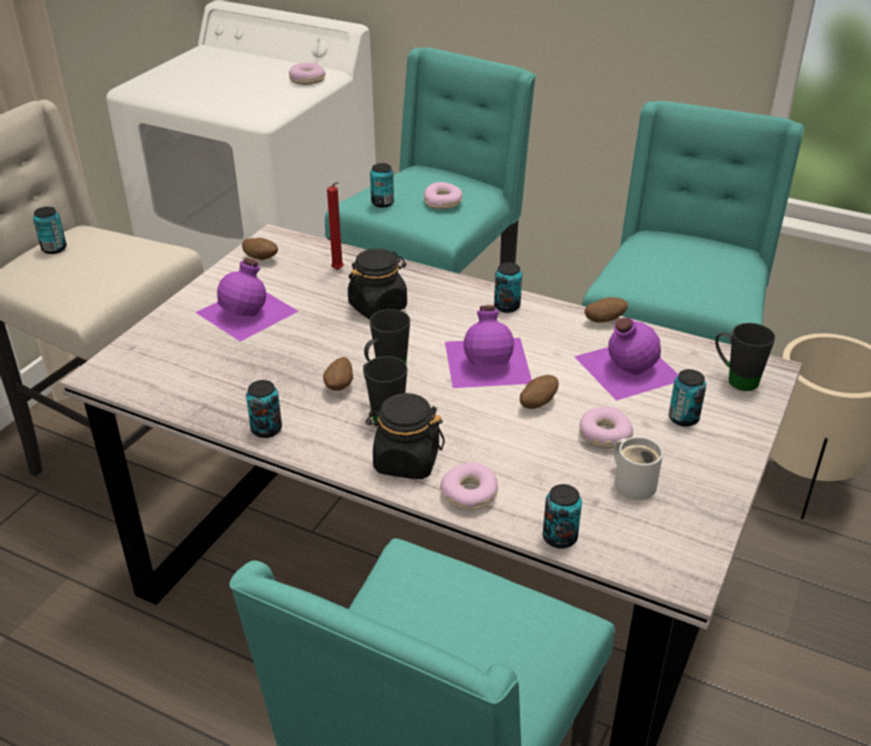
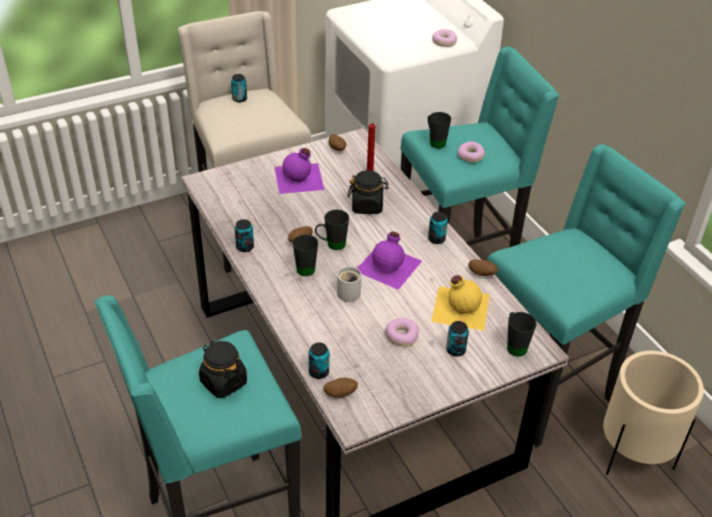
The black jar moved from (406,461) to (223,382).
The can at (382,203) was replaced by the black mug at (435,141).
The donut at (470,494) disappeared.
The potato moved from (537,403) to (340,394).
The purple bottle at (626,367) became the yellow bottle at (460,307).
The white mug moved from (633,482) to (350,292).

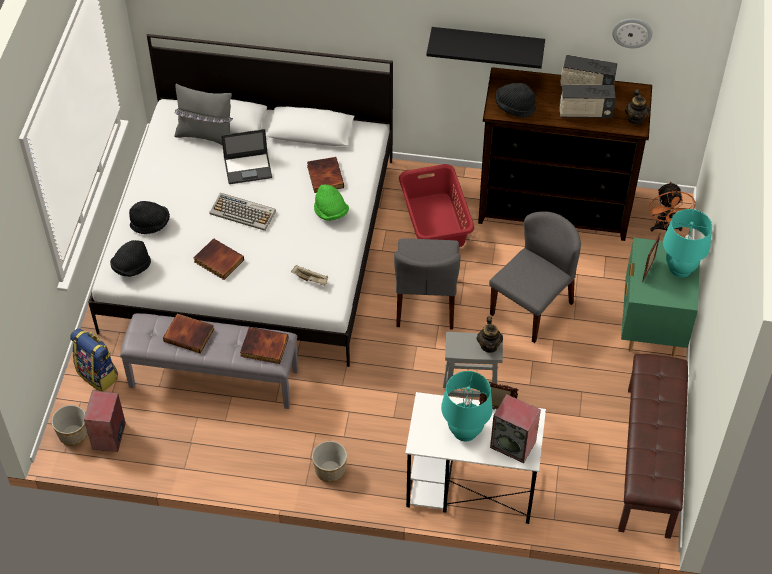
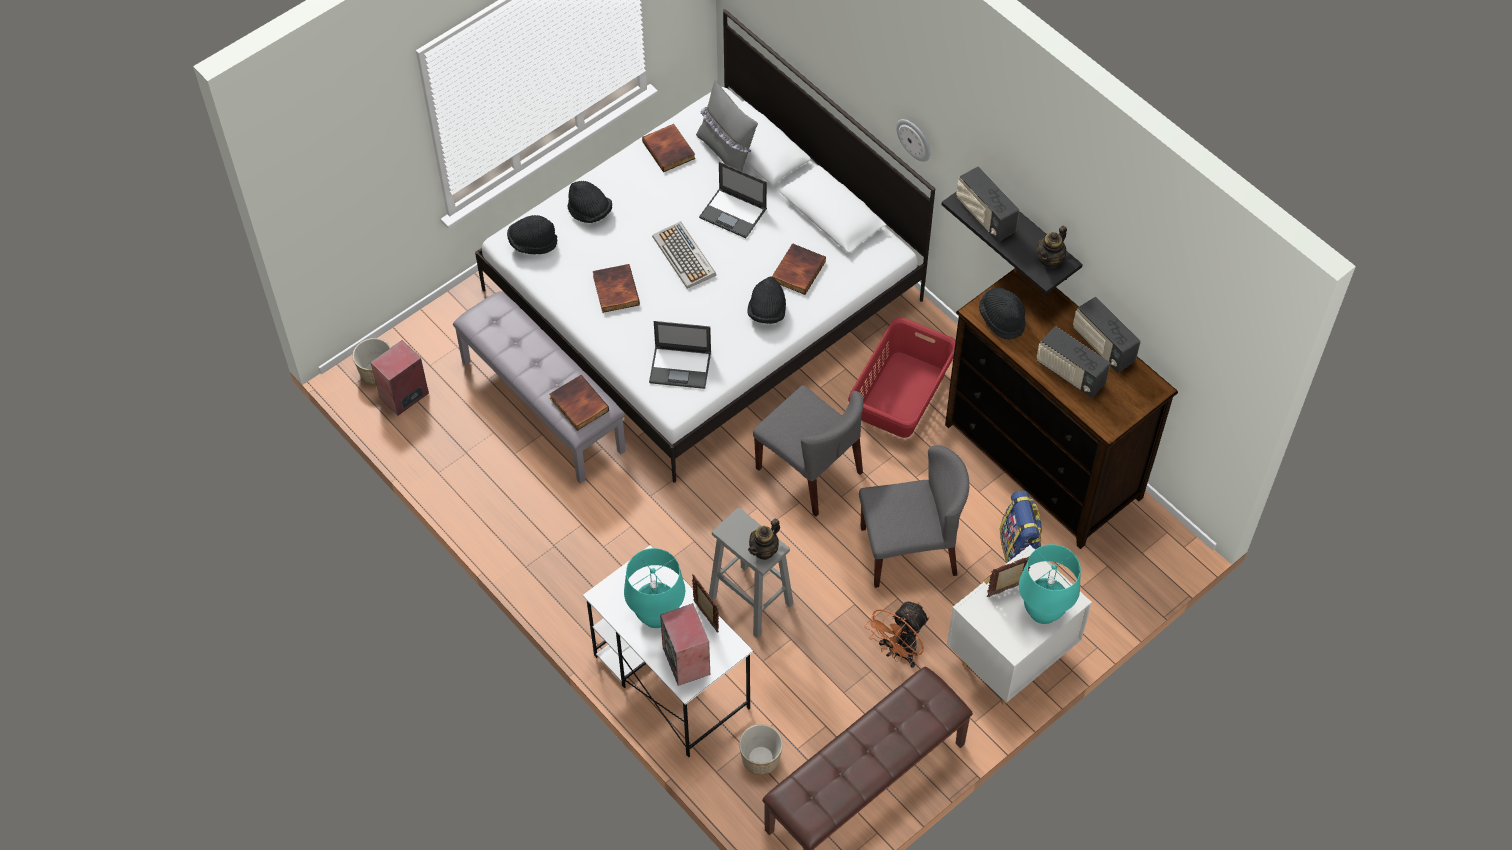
The backpack moved from (98,375) to (1019,549).
The book moved from (189,334) to (670,150).
The beige tray at (310,279) was replaced by the laptop at (681,367).
The planter moved from (330,470) to (760,759).
The green hat at (330,212) became the black hat at (767,312).
The grey chair at (426,302) turned 90 degrees counterclockwise.
The wall clock moved from (632,32) to (914,139).
The green nightstand at (651,329) became the white nightstand at (1010,660).
The teapot moved from (635,118) to (1050,259).
The orange fan moved from (665,228) to (898,652).
The radio at (985,217) appeared.

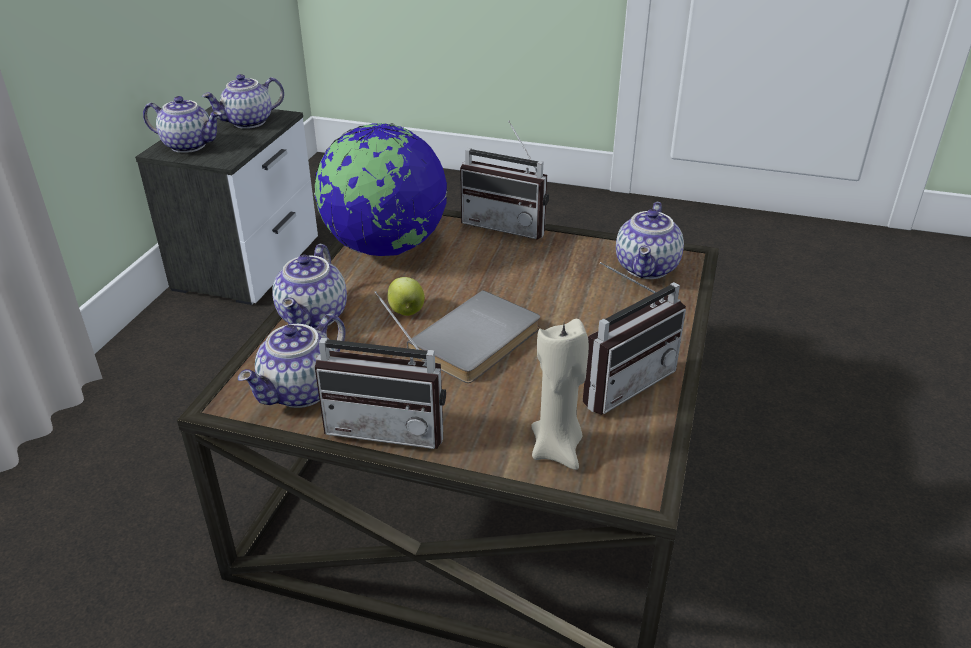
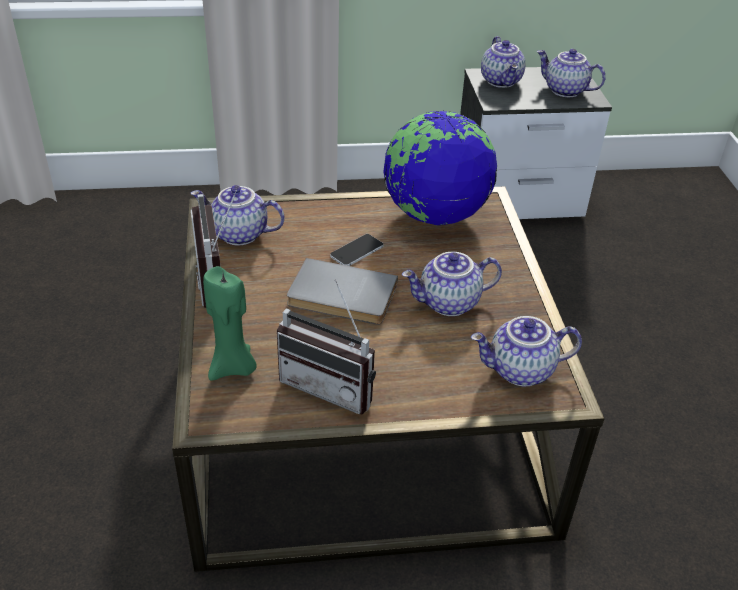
The teapot moved from (314,317) to (449,304).
The apple at (406,312) was replaced by the phone at (357,251).
The radio at (507,225) disappeared.
The beige candle at (557,449) became the green candle at (233,368).

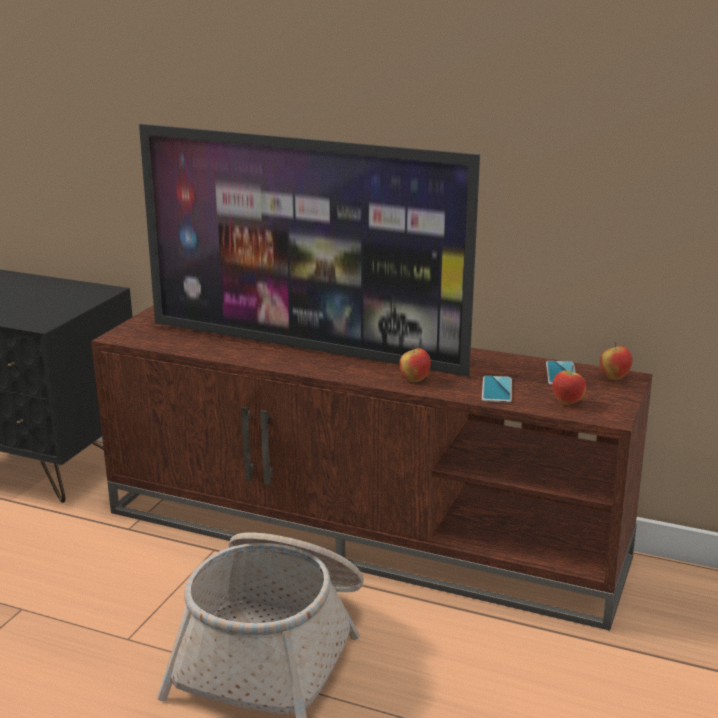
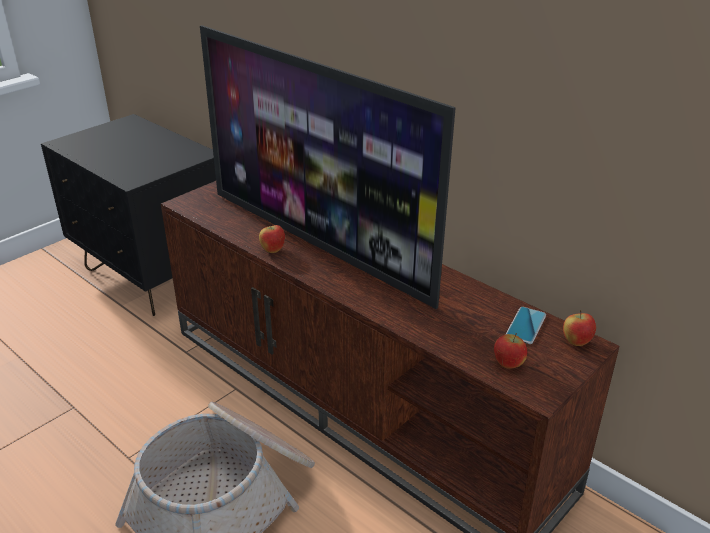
The apple moved from (414,380) to (273,250).
The phone at (497,390) disappeared.

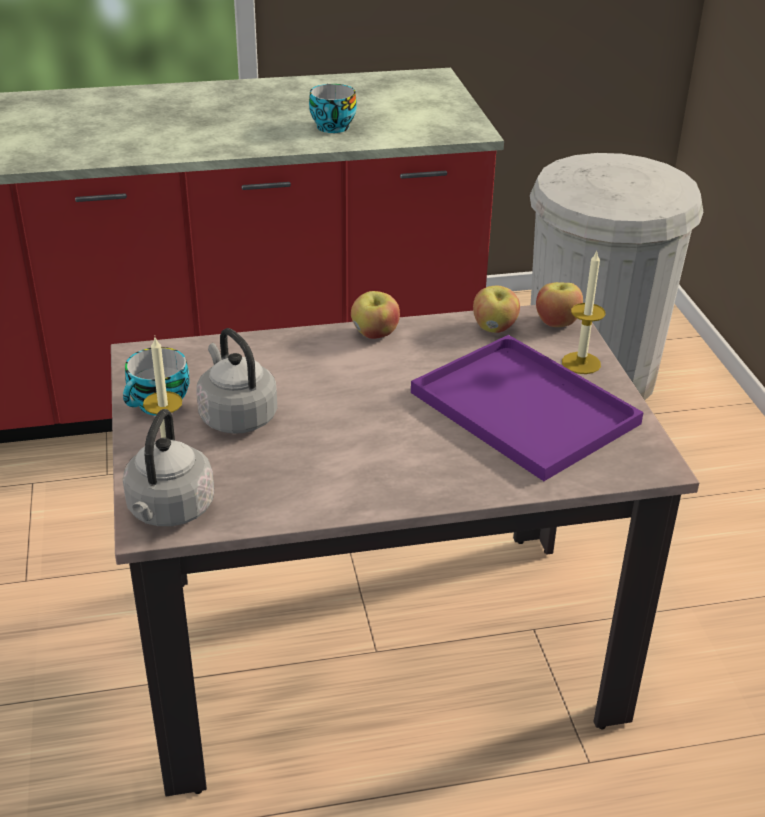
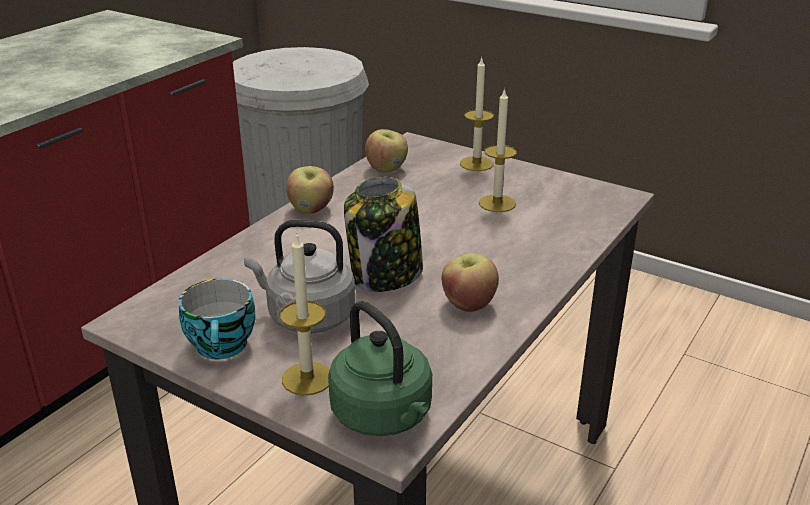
The grey kettle at (169,511) became the green kettle at (384,416).
The cup at (330,126) disappeared.
The purple tray at (528,409) was replaced by the candle at (497,203).
The apple moved from (557,322) to (468,303).
The jar at (385,275) appeared.

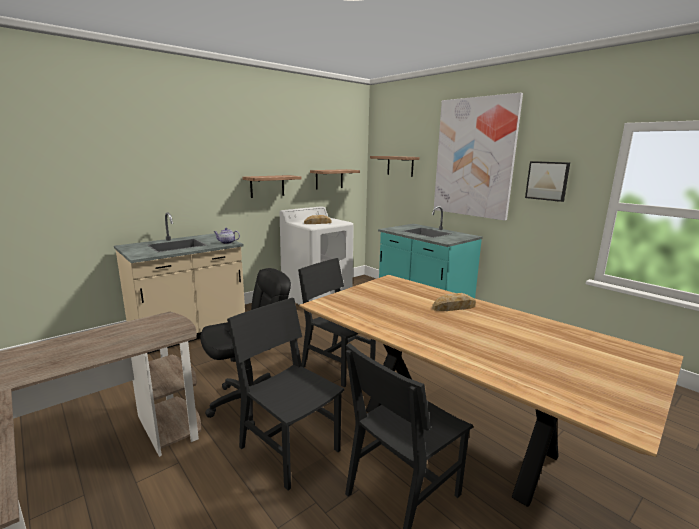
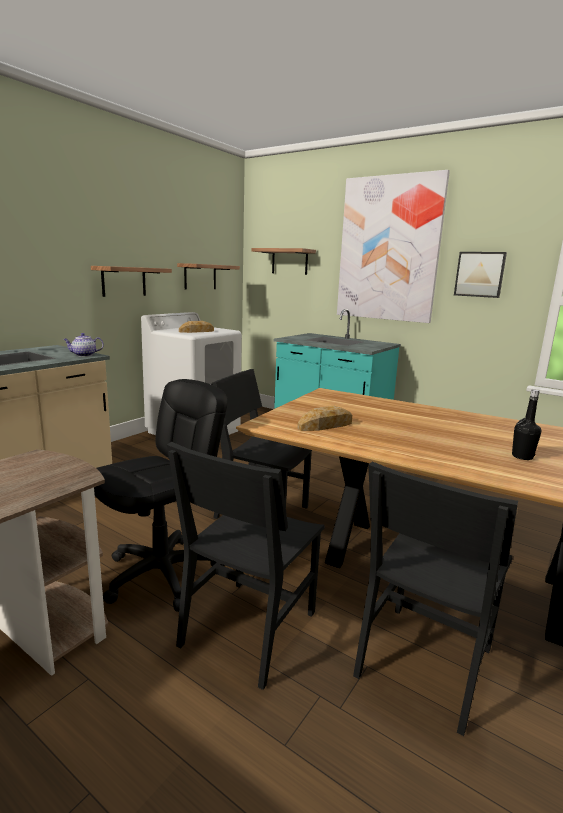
The black chair at (289,448) turned 90 degrees counterclockwise.
The bread moved from (454,307) to (325,425).
The black bottle at (522,456) appeared.

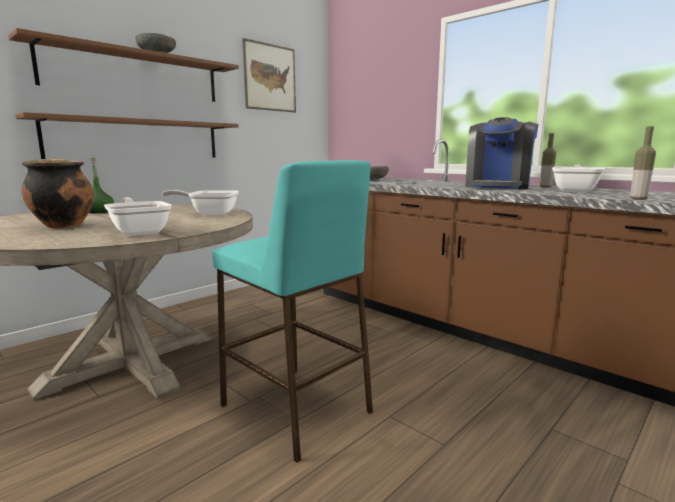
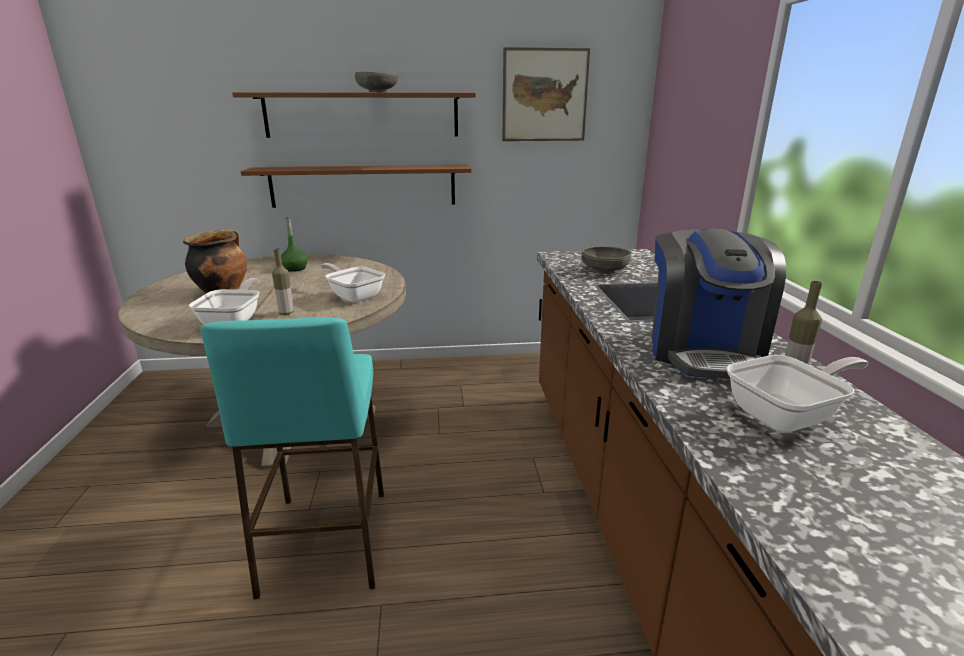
The coffee machine at (497,187) turned 60 degrees counterclockwise.
The bottle moved from (638,199) to (286,313).

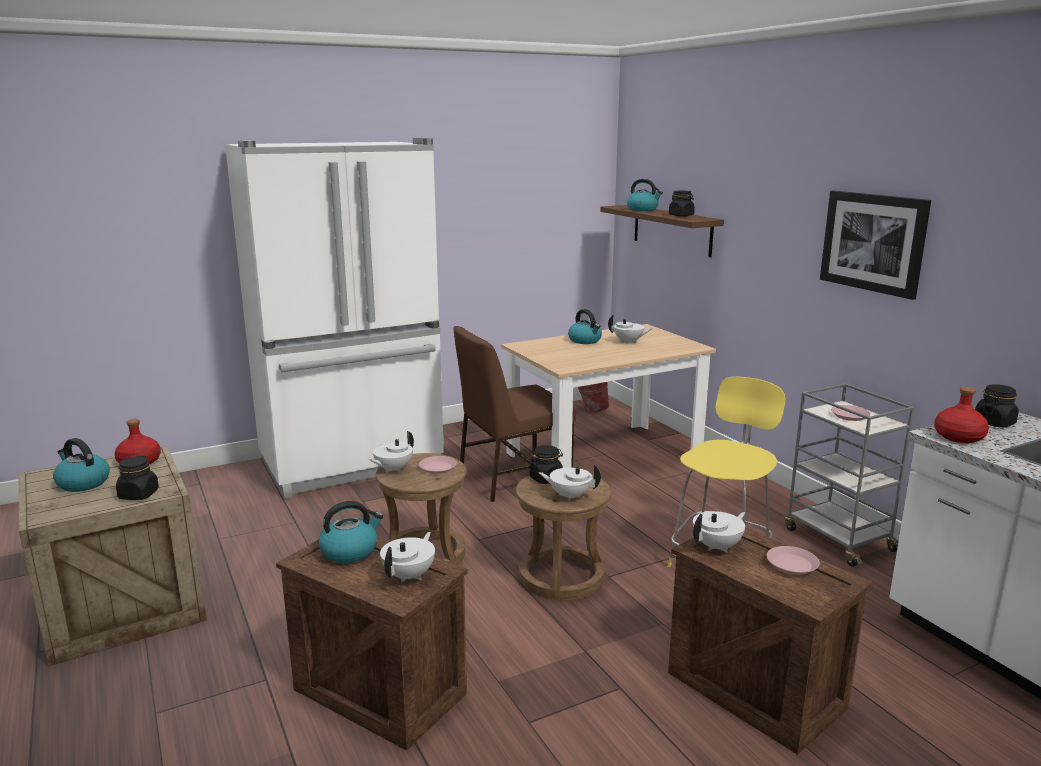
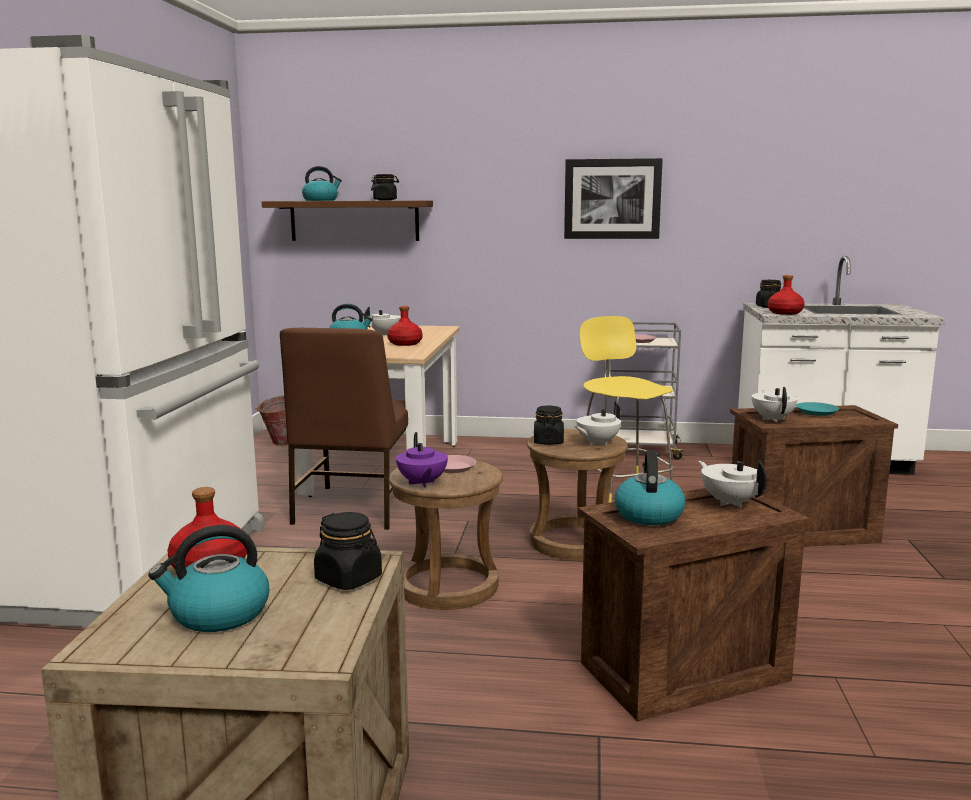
The white teapot at (393,469) became the purple teapot at (422,483).
The pink plate at (792,564) became the turquoise plate at (817,412).
The red bottle at (405,343) appeared.

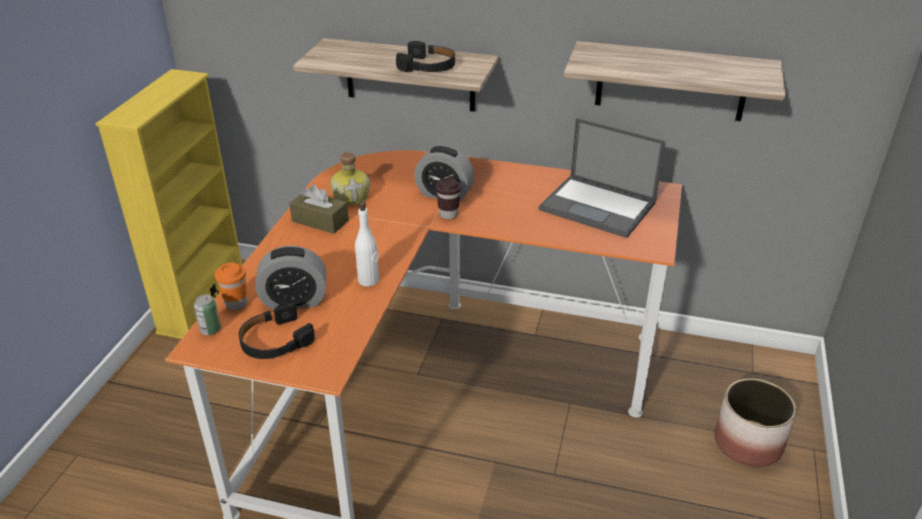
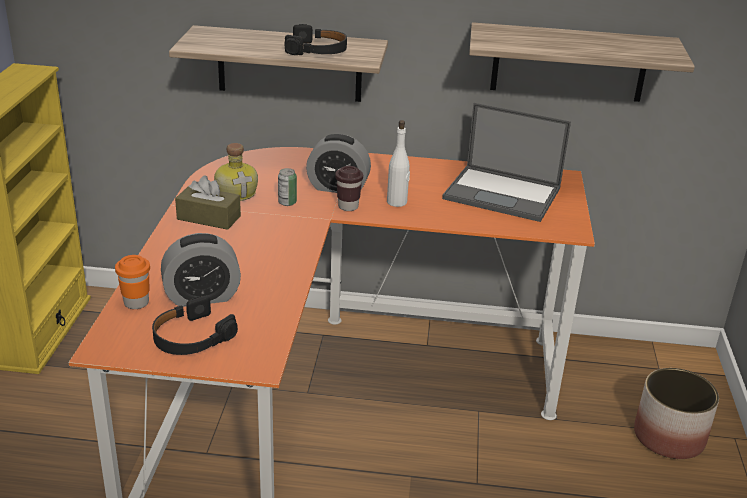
The can moved from (210,330) to (287,202).
The white bottle moved from (369,280) to (397,202).

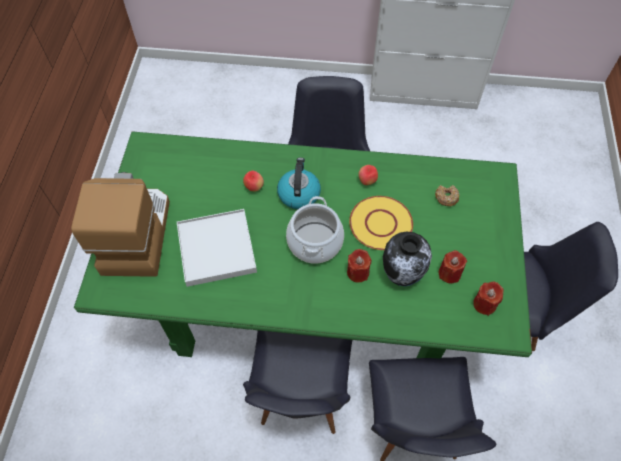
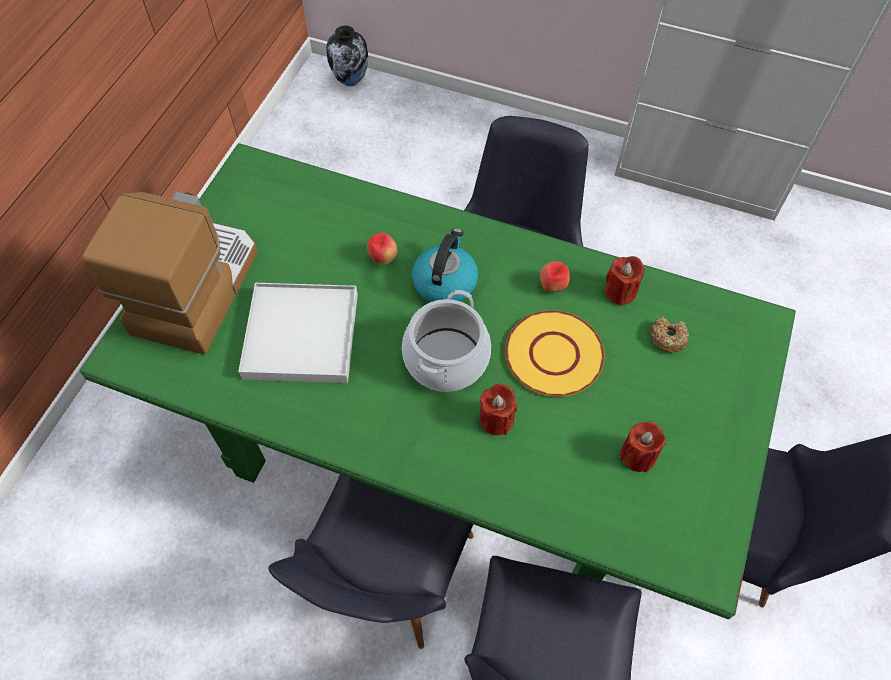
The vase moved from (402,275) to (351,80).
The red candle moved from (484,304) to (620,291).

